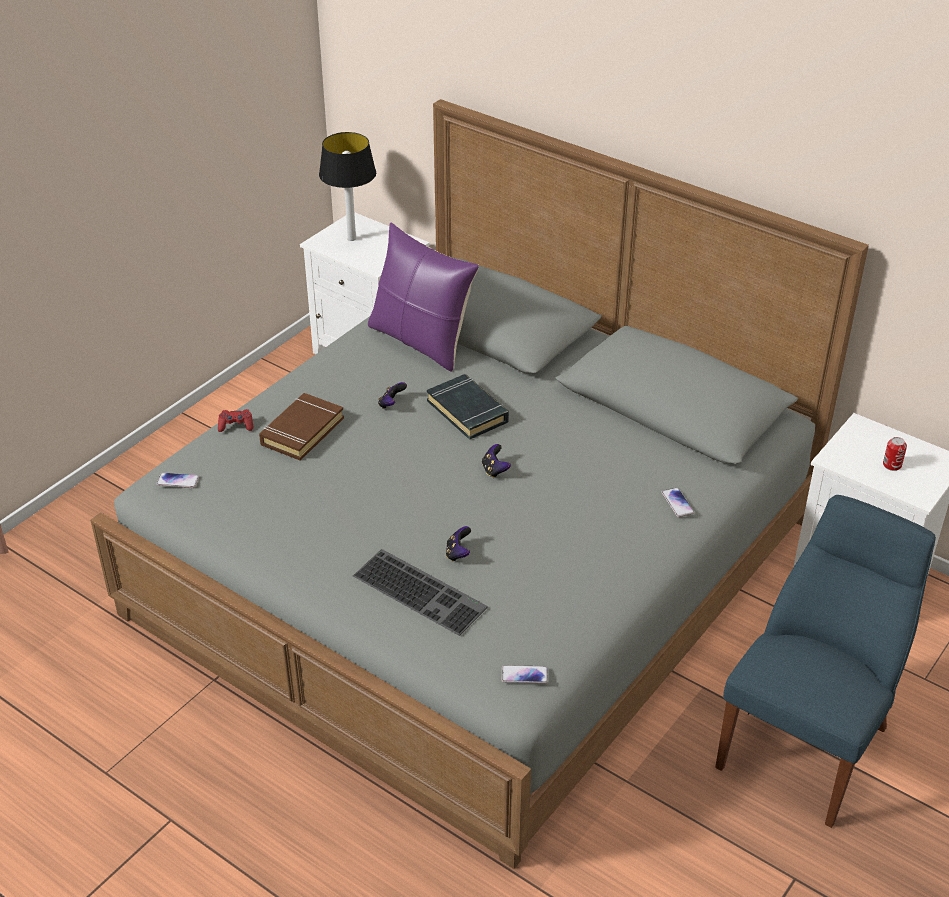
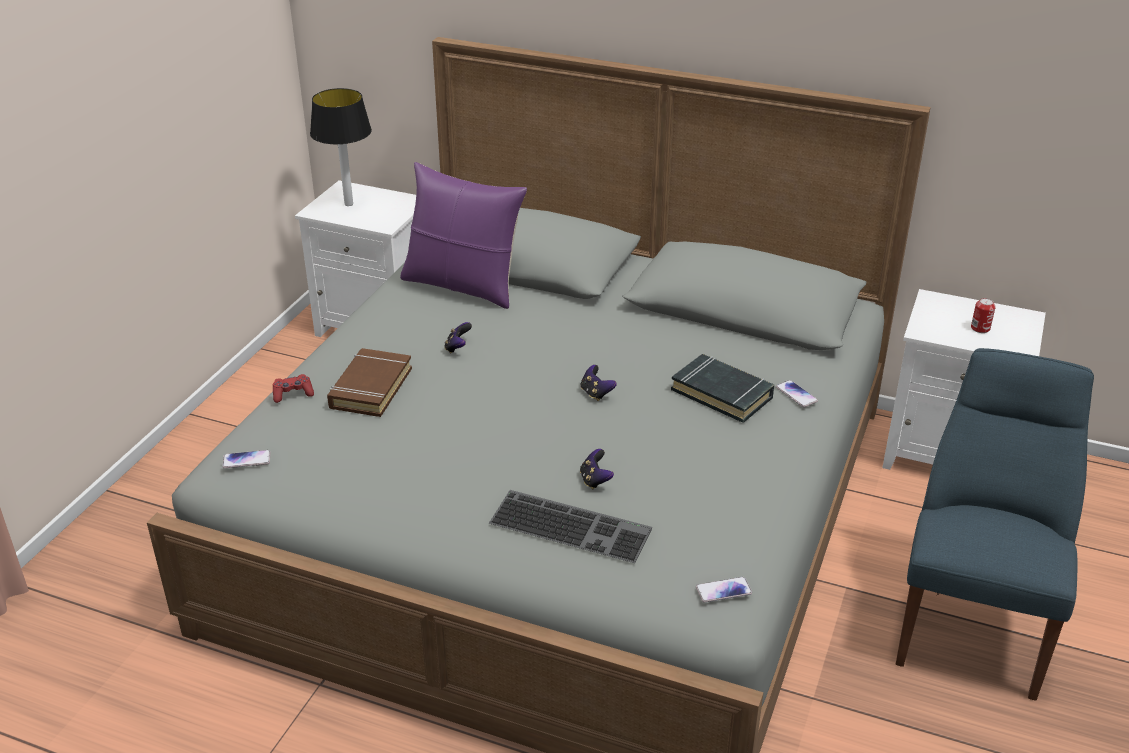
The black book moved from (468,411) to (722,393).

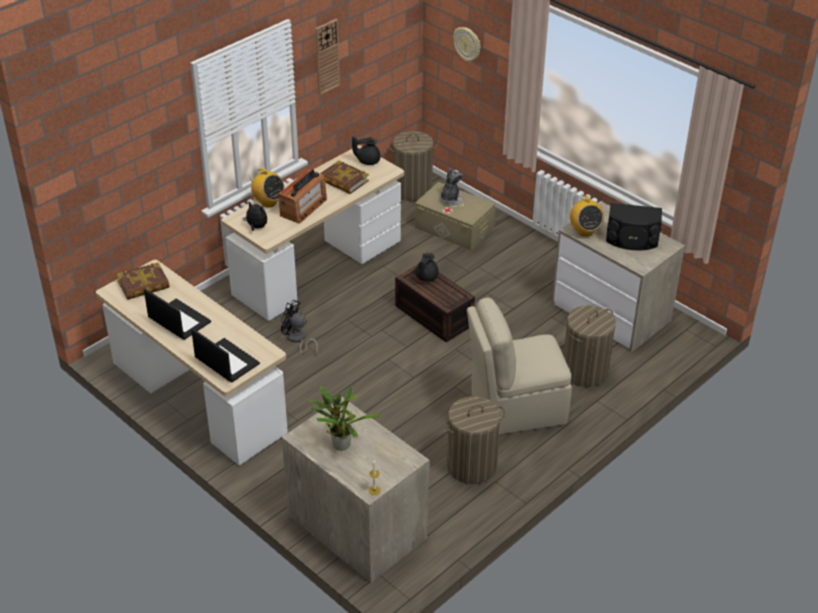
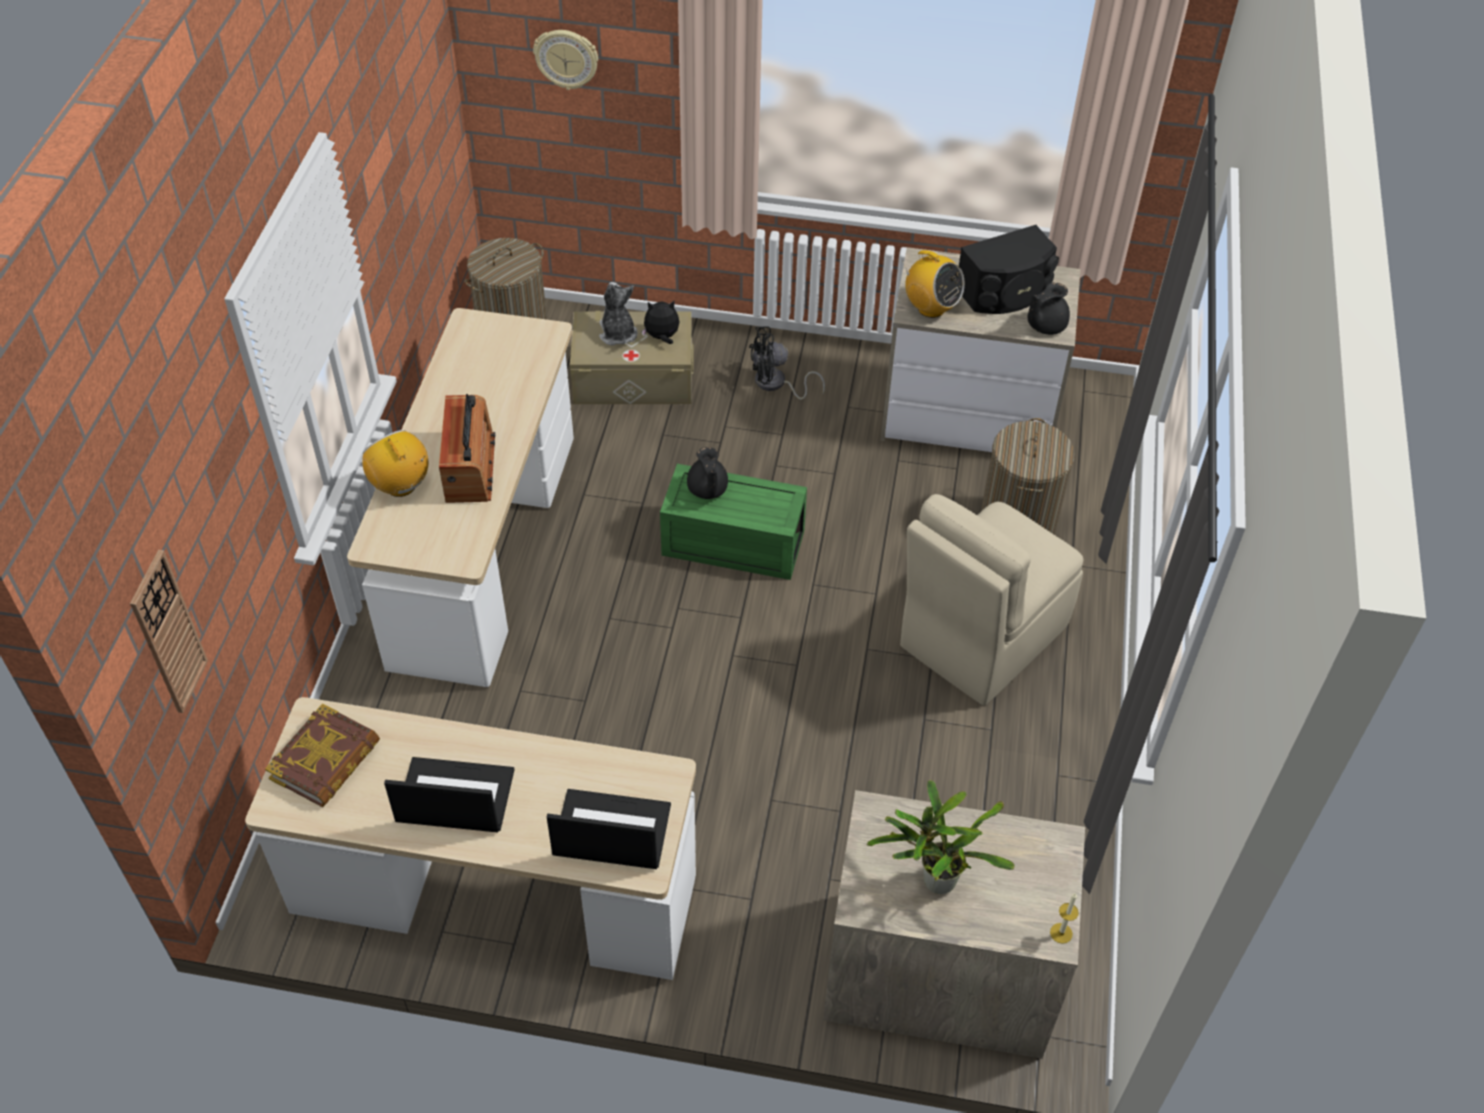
The plush toy moved from (256,227) to (662,337).
The radio at (268,202) turned 135 degrees counterclockwise.
The black fan moved from (297,339) to (776,384).
The wall clock moved from (327,57) to (168,633).
The book at (343,181) disappeared.
The black teapot moved from (367,160) to (1044,325).
The brown storage box at (432,315) became the green storage box at (730,544).
The laundry basket at (471,466) disappeared.

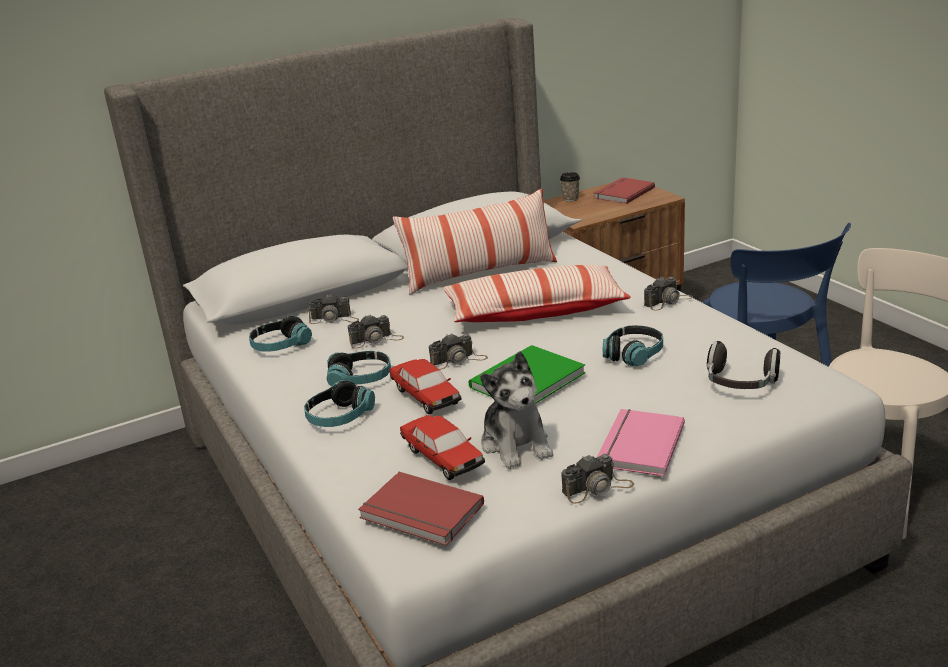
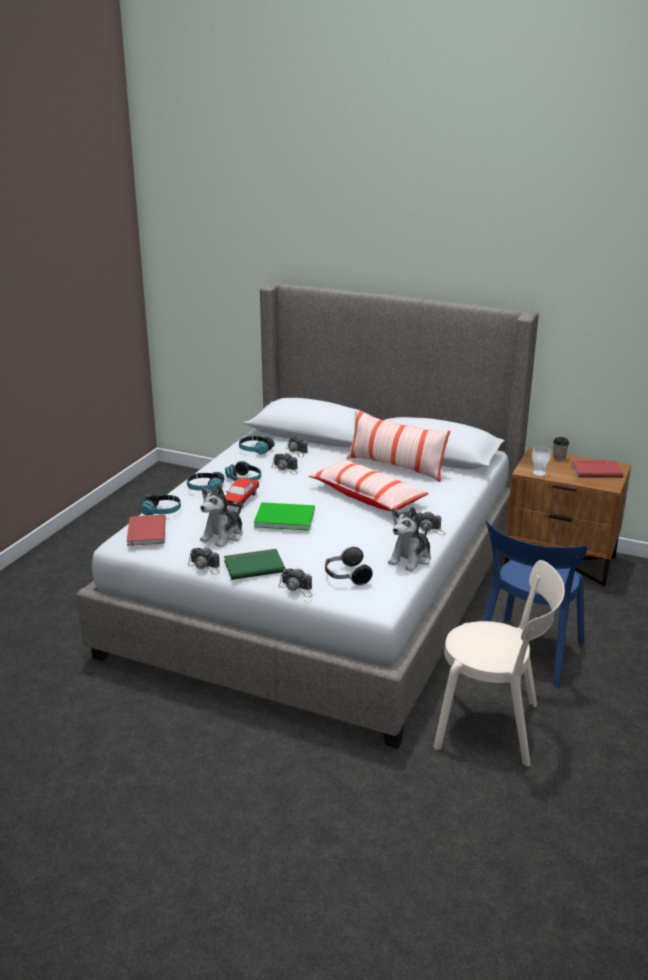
The toy car at (442,457) disappeared.
The photo camera moved from (458,360) to (297,588).
The pink book at (638,445) became the green book at (253,565).
The headphones moved from (633,354) to (162,511).
The plush toy at (411,559) appeared.
The cup at (539,473) appeared.

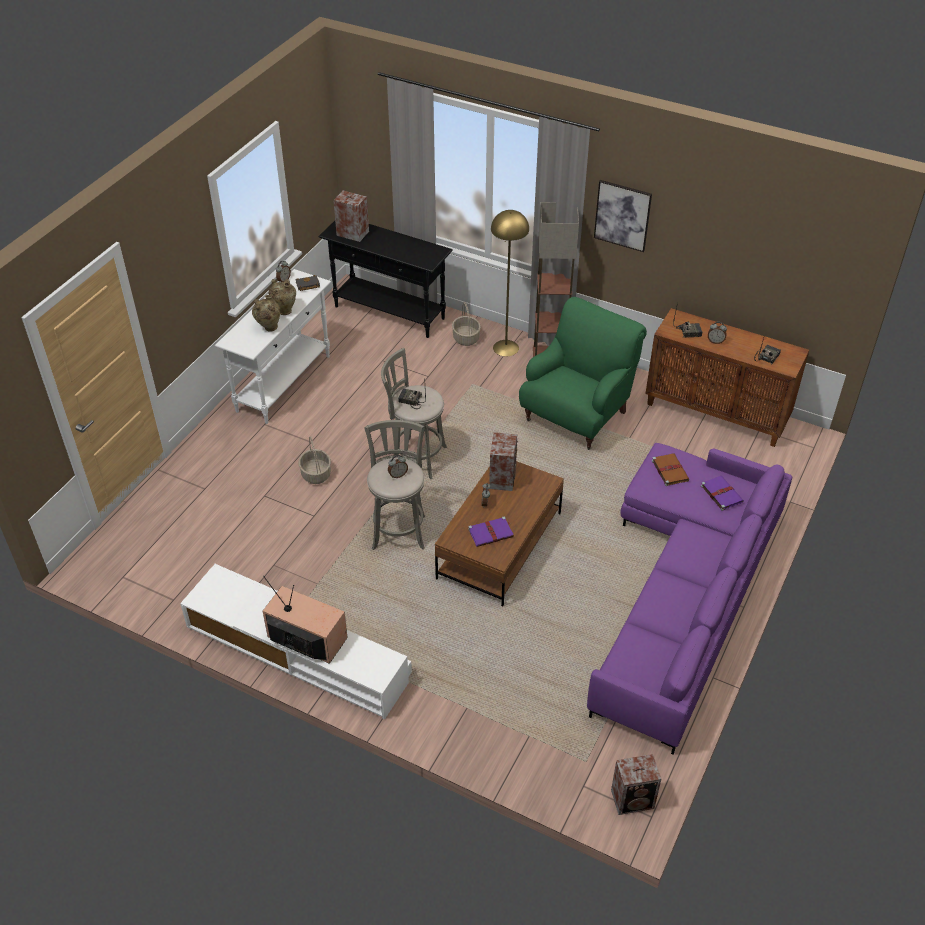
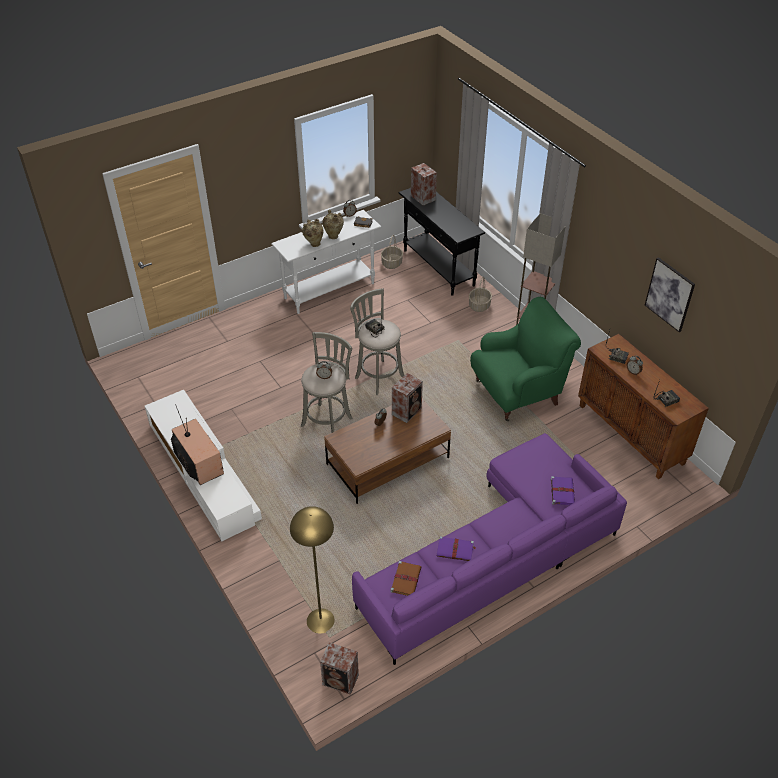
The basket moved from (316,474) to (392,263).
The purple book moved from (491,533) to (455,550).
The yellow floor lamp moved from (506,348) to (320,620).
The picture moved from (622,215) to (670,294).
The brown book moved from (669,470) to (406,579).

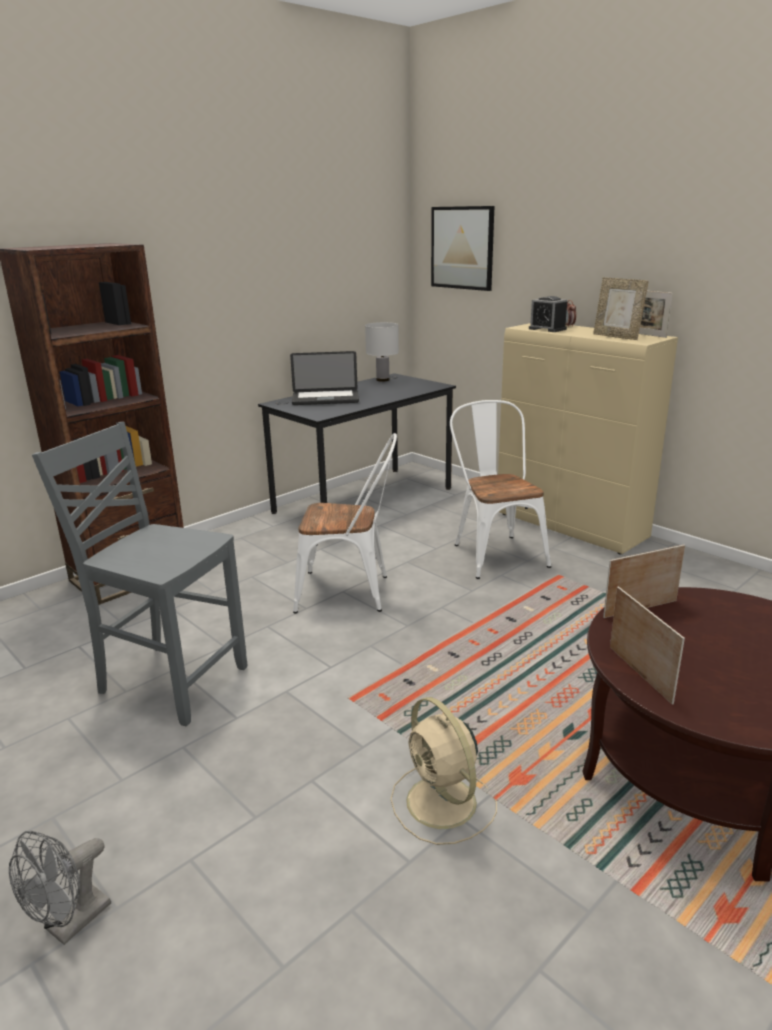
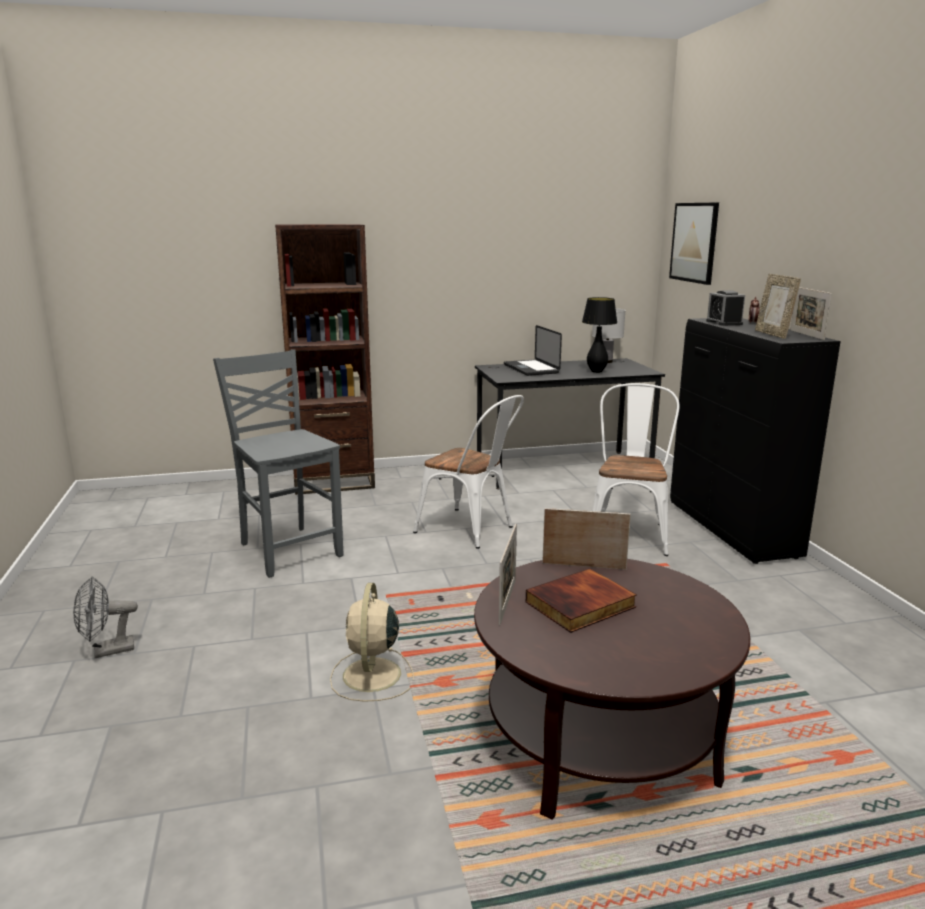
The laptop at (325,399) turned 45 degrees clockwise.
The beige cabinet at (571,527) became the black cabinet at (732,530).
The book at (581,605) appeared.
The black table lamp at (596,371) appeared.

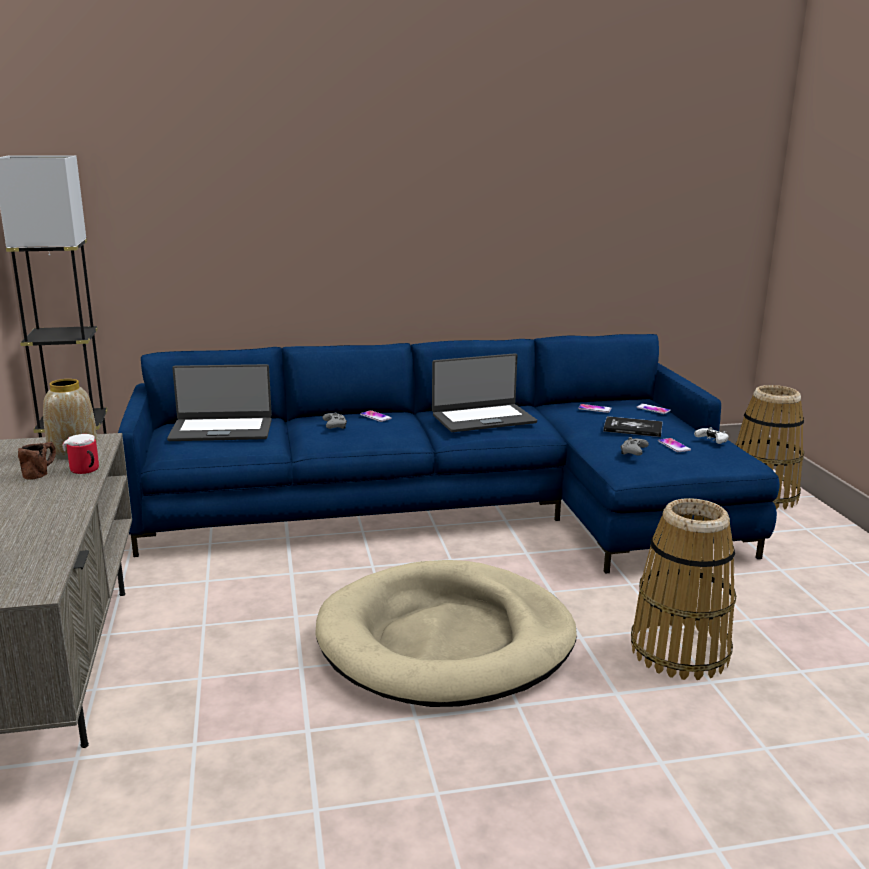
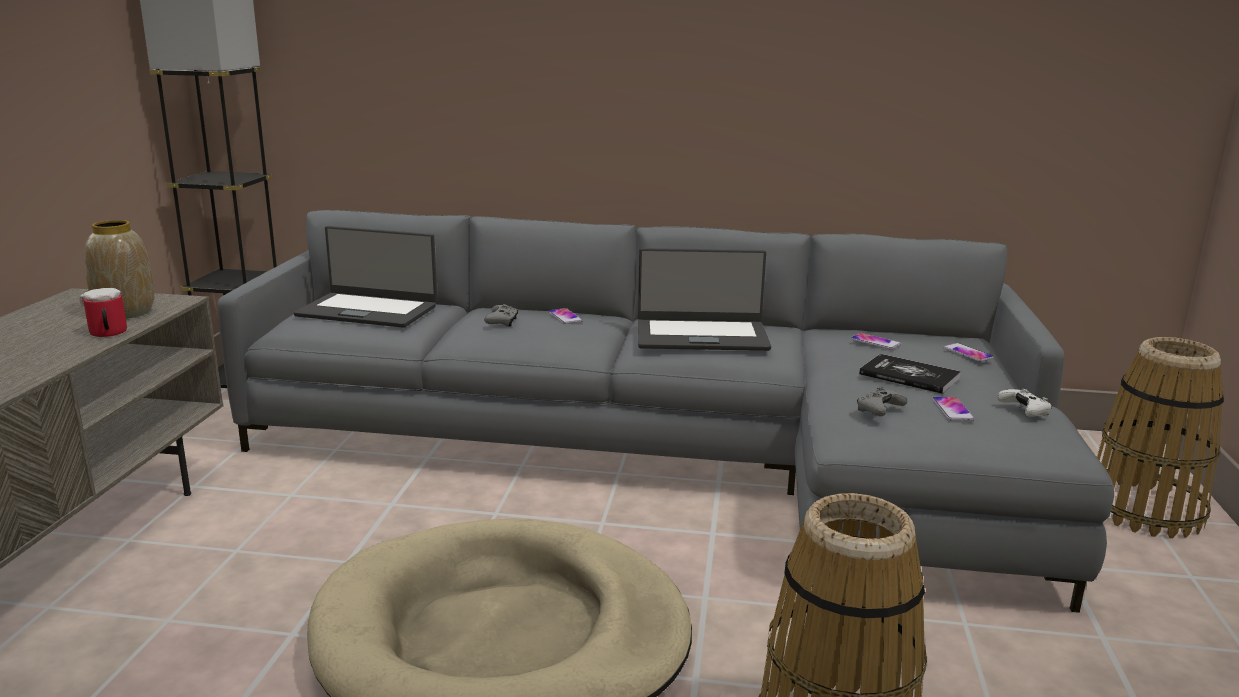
The brown mug at (41,472) disappeared.
The blue sofa at (458,509) became the grey sofa at (666,456).

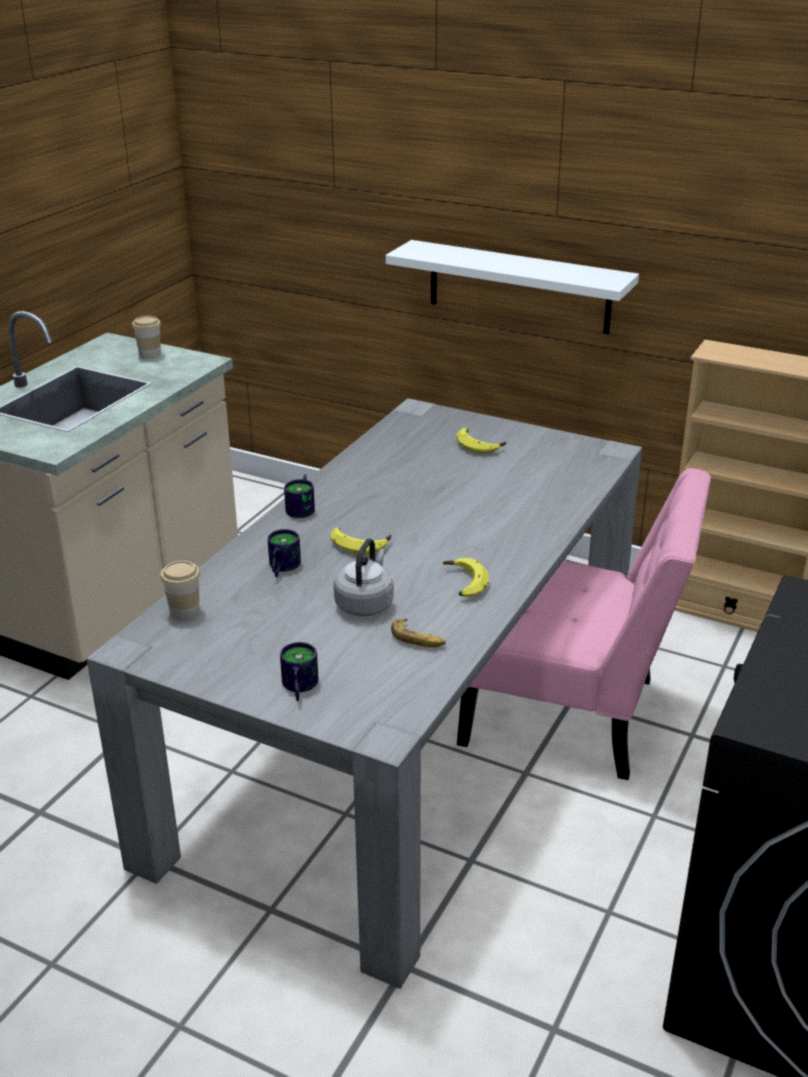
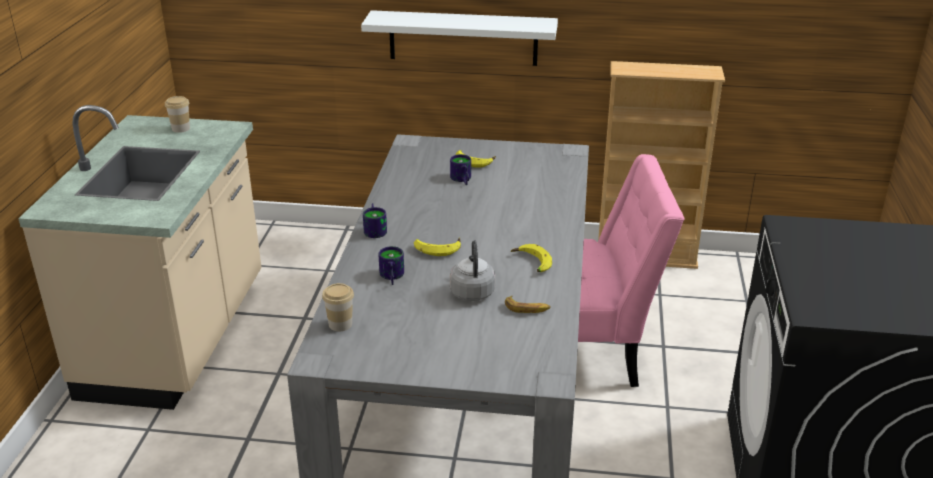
The mug moved from (297,688) to (461,180).

